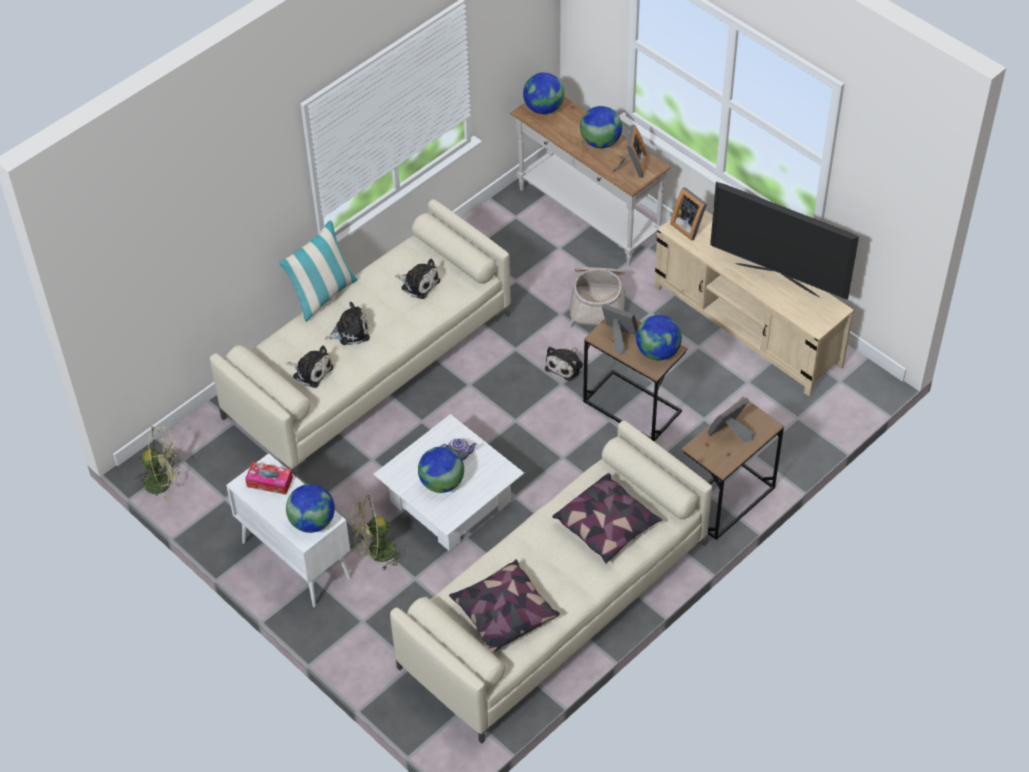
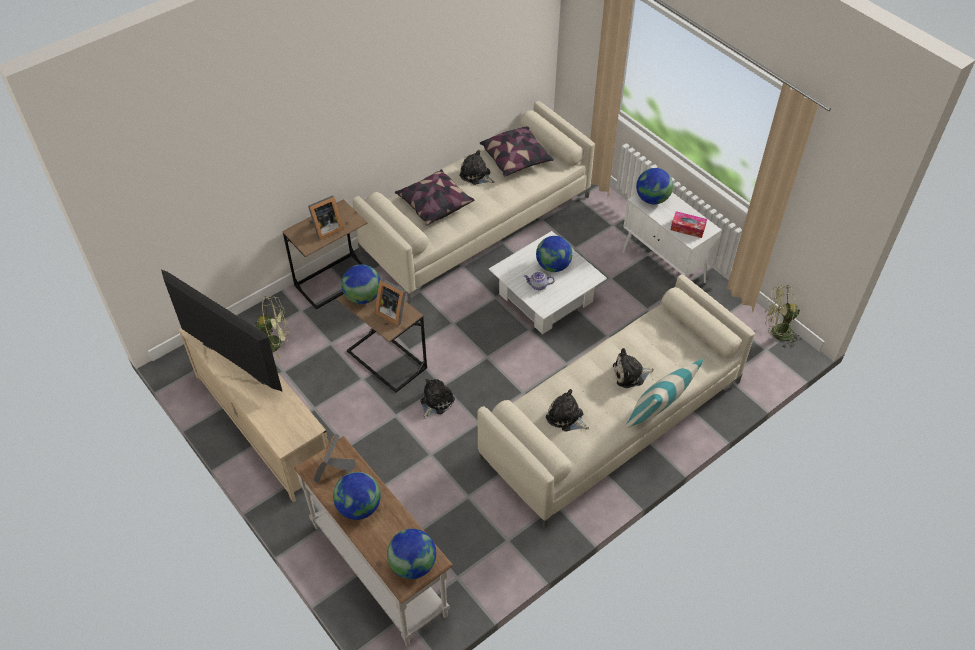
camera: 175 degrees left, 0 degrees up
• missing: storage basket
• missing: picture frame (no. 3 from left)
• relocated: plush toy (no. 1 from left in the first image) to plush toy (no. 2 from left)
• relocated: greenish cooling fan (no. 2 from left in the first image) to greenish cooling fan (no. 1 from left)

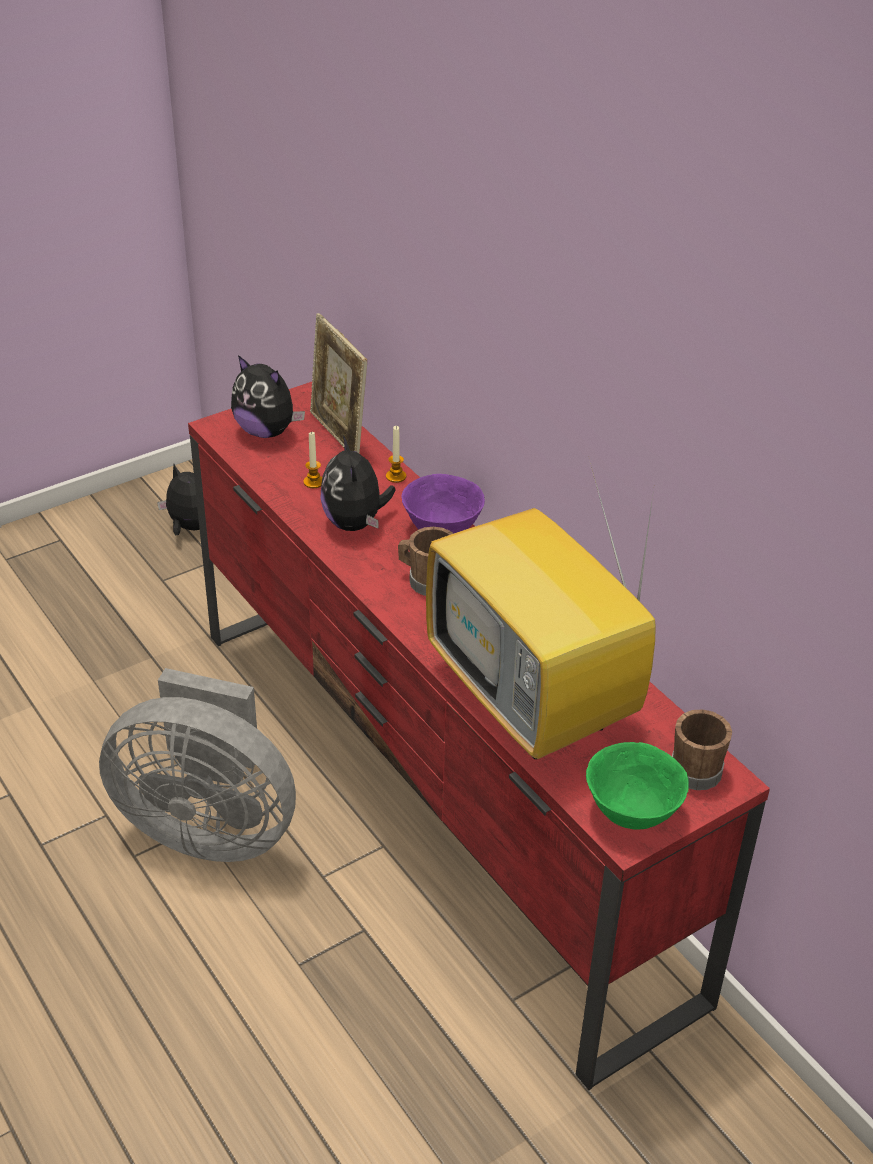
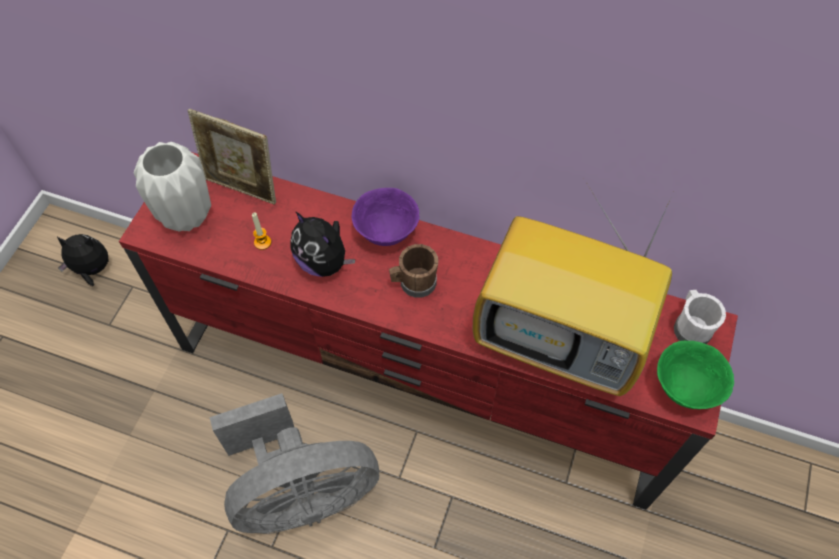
camera: 35 degrees left, 20 degrees up
• missing: wax candle (no. 2 from left)
• exchanged: plush toy (no. 2 from left) to white decorative vase
• colour: brown coffee mug (no. 2 from left) to white coffee mug

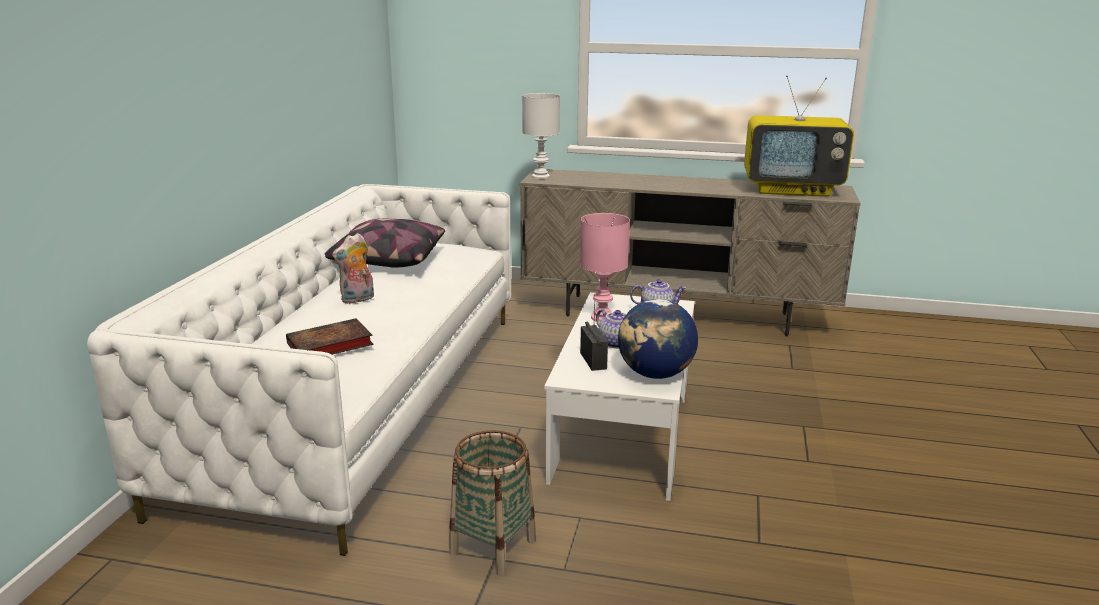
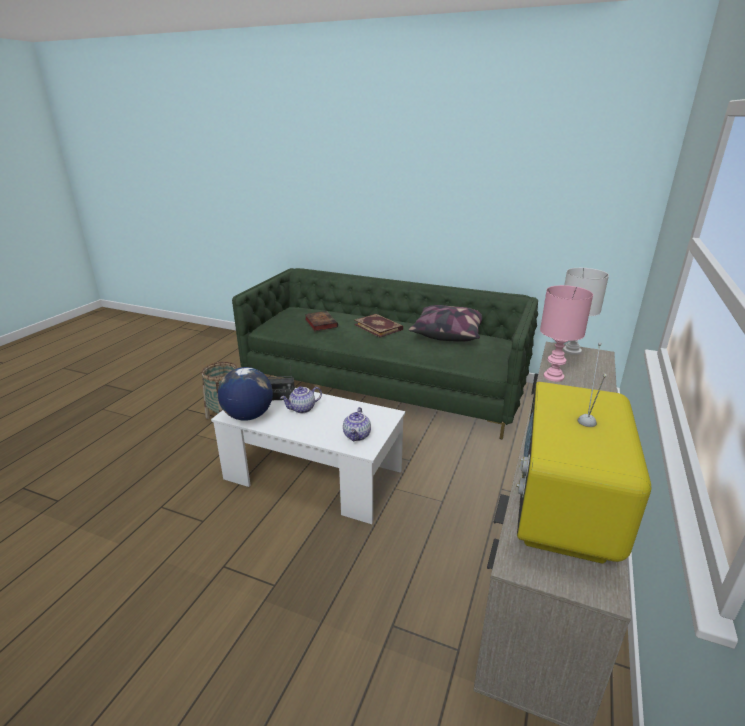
camera: 100 degrees right, 5 degrees up
• relocated: pink-coloured table lamp
• exchanged: plush toy to book (no. 2 from left)
• colour: white settee to greenish settee

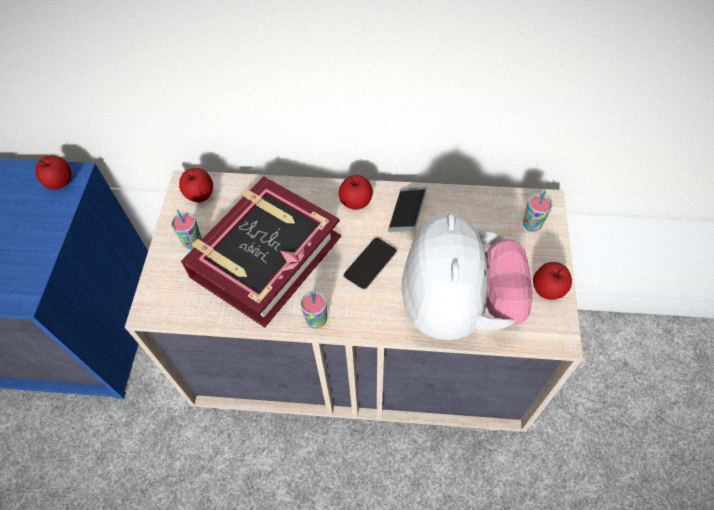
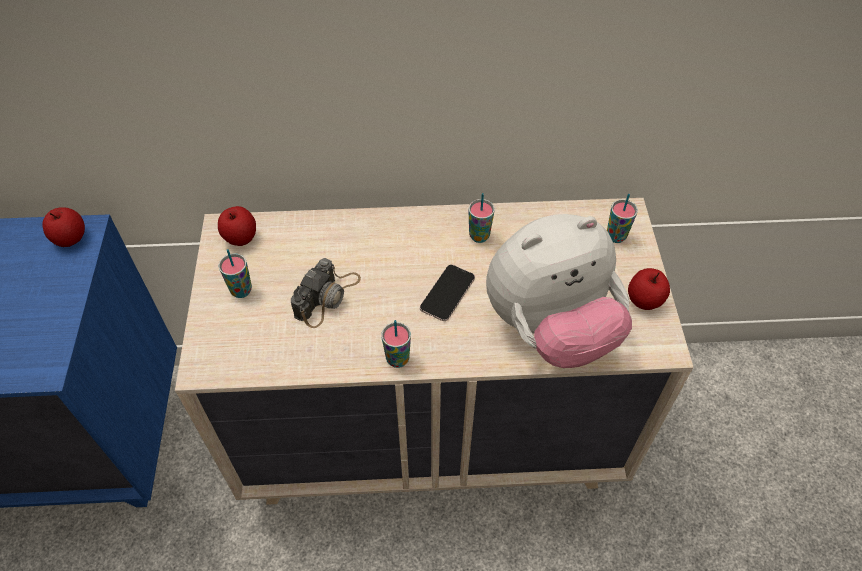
camera: 10 degrees left, 5 degrees down
• missing: apple fruit (no. 3 from left)
• exchanged: book to still camera
• exchanged: handset (no. 2 from left) to cup (no. 3 from left)
• spun: plush toy 75 degrees clockwise

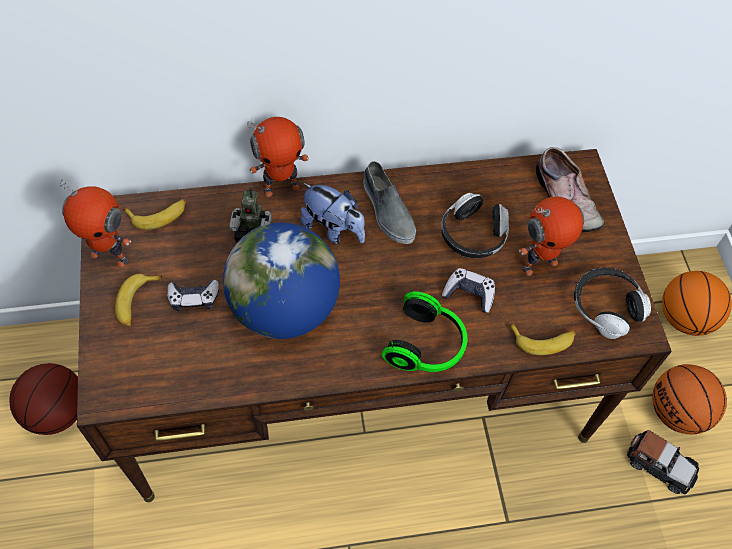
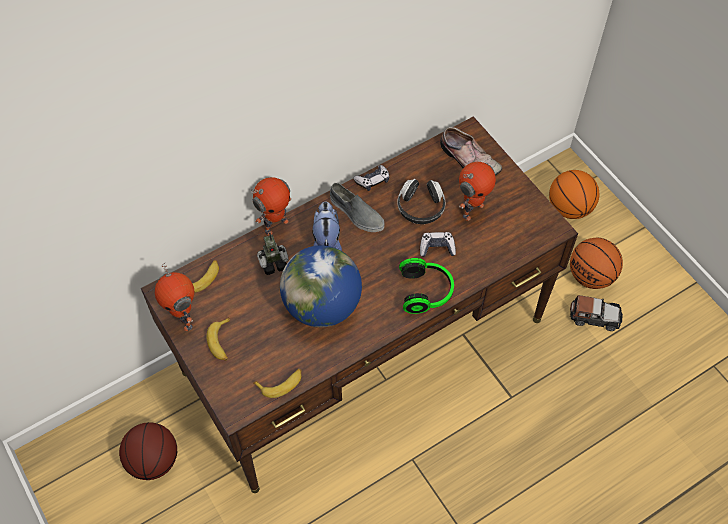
camera: 20 degrees left, 0 degrees up
• missing: headset (no. 3 from left)
• relocated: game controller (no. 1 from left)
• relocated: banana fruit (no. 3 from left)
• spun: robot figure (no. 1 from left) 60 degrees clockwise
• spun: plush toy 105 degrees counterclockwise

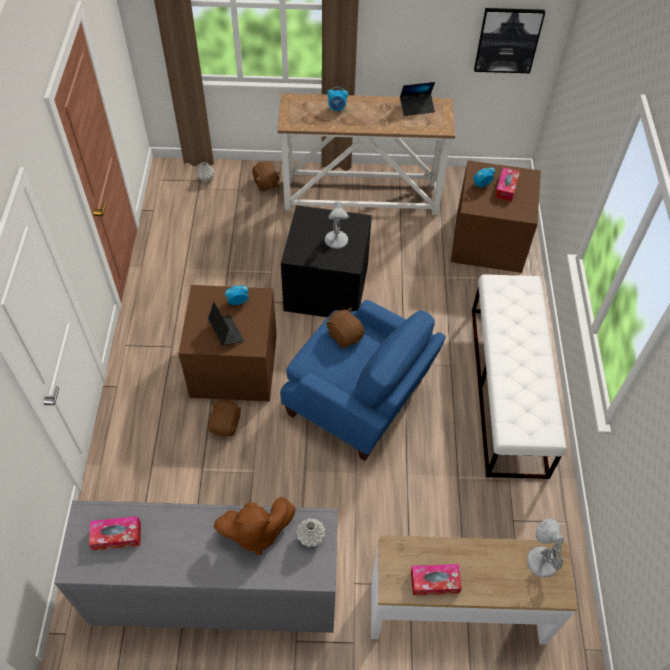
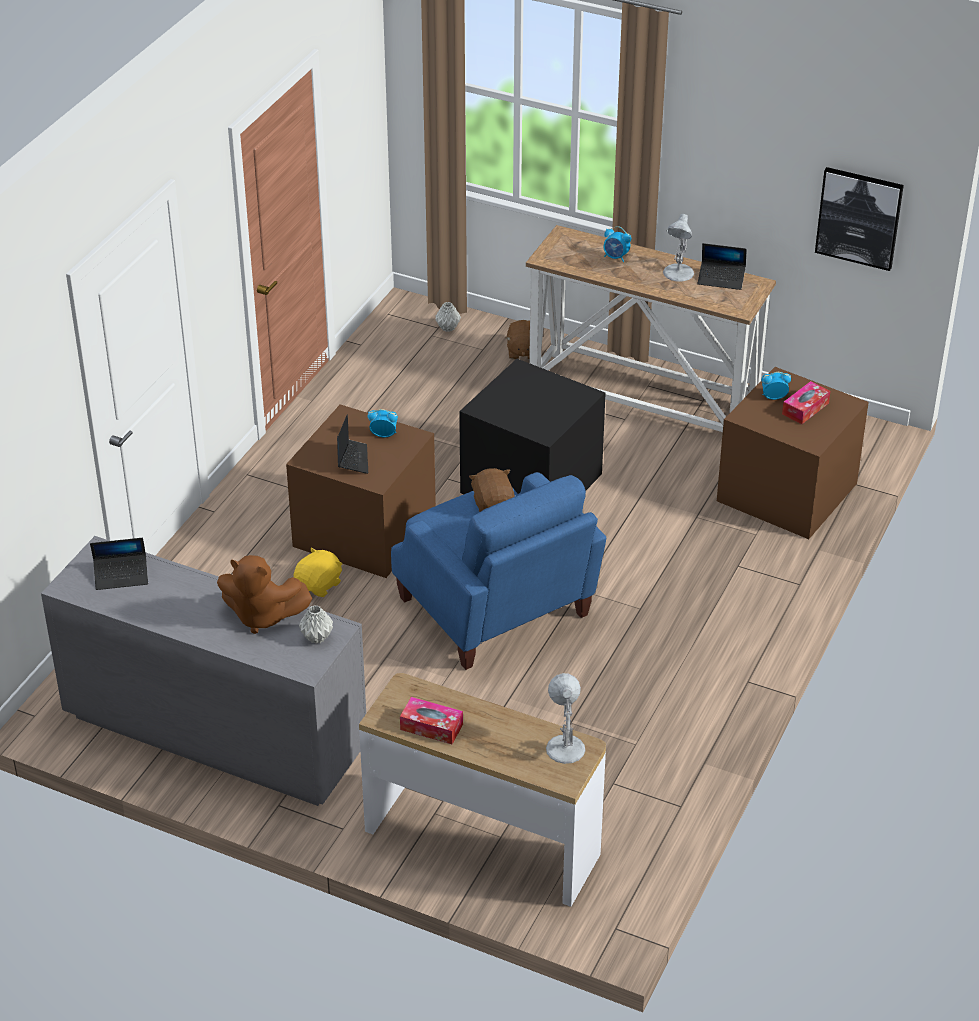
camera: 25 degrees right, 15 degrees down
• missing: white long seat
• relocated: white table lamp (no. 1 from left in the first image) to white table lamp (no. 2 from left)
• exchanged: tissue holder (no. 1 from left) to portable computer (no. 1 from left)
• colour: brown plush toy (no. 1 from left) to yellow plush toy

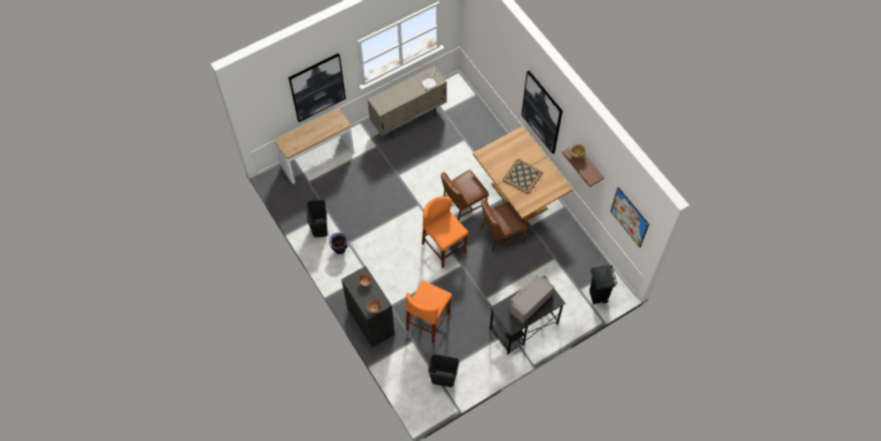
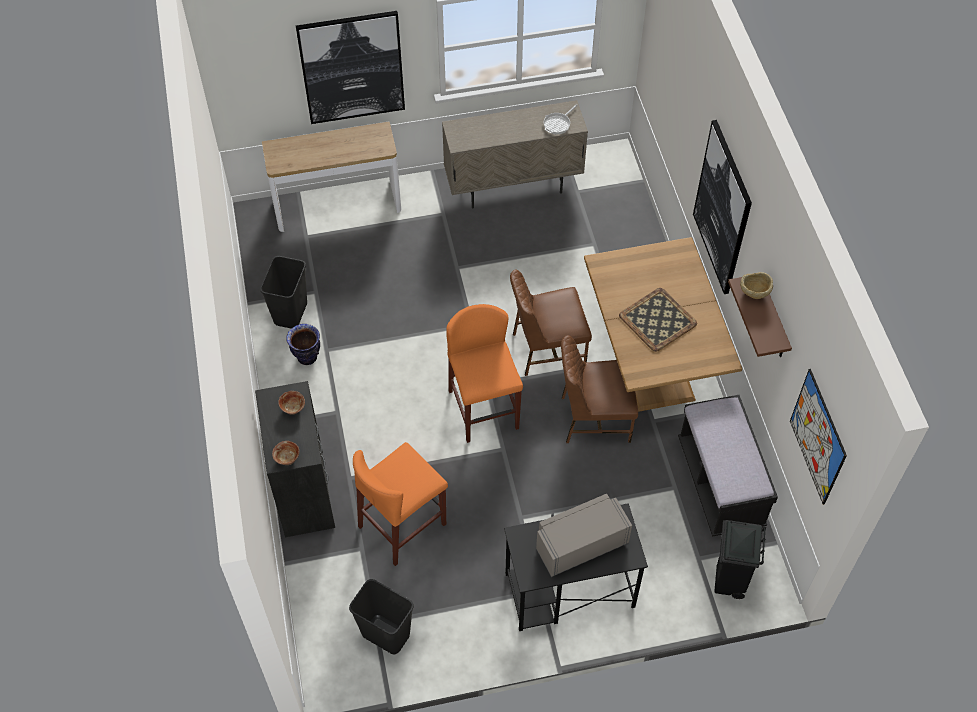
camera: 20 degrees right, 5 degrees down
• appeared: blackish long seat

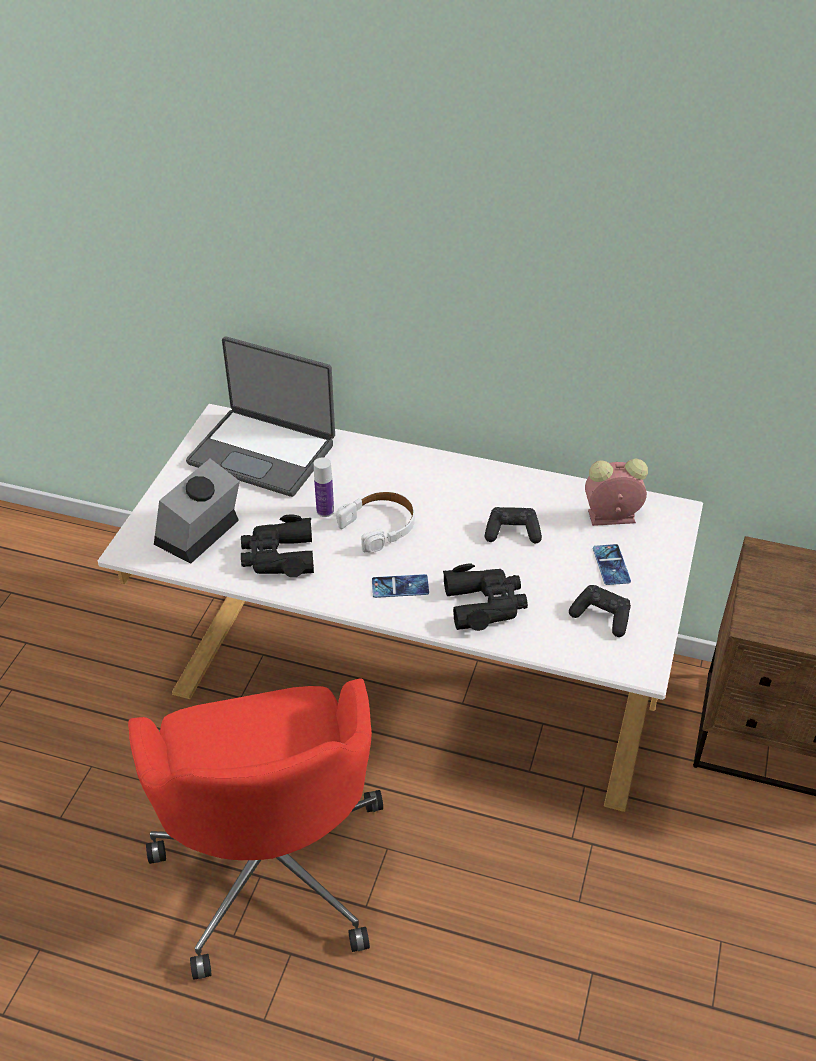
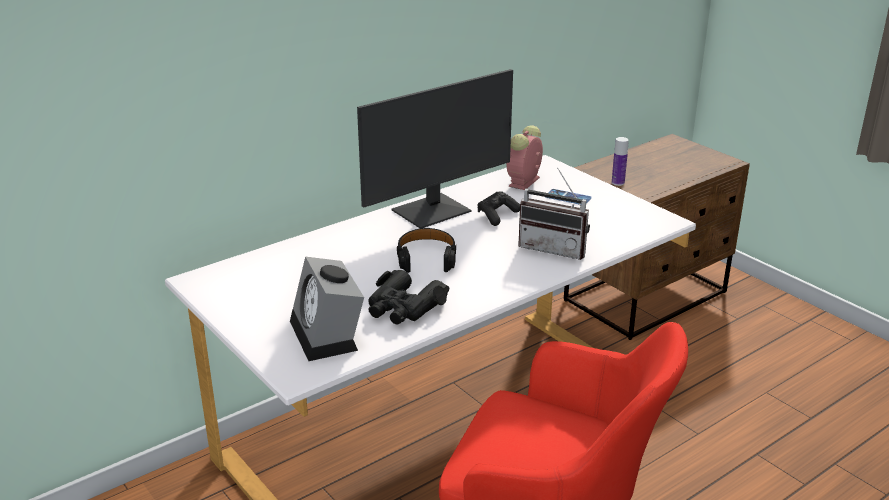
camera: 55 degrees left, 15 degrees down
• missing: portable computer
• missing: handset (no. 1 from left)
• missing: blackish game controller (no. 2 from left)
• appeared: computer display
• relocated: beverage bottle
• exchanged: blackish binoculars (no. 2 from left) to radio
• colour: white headset to blackish headset

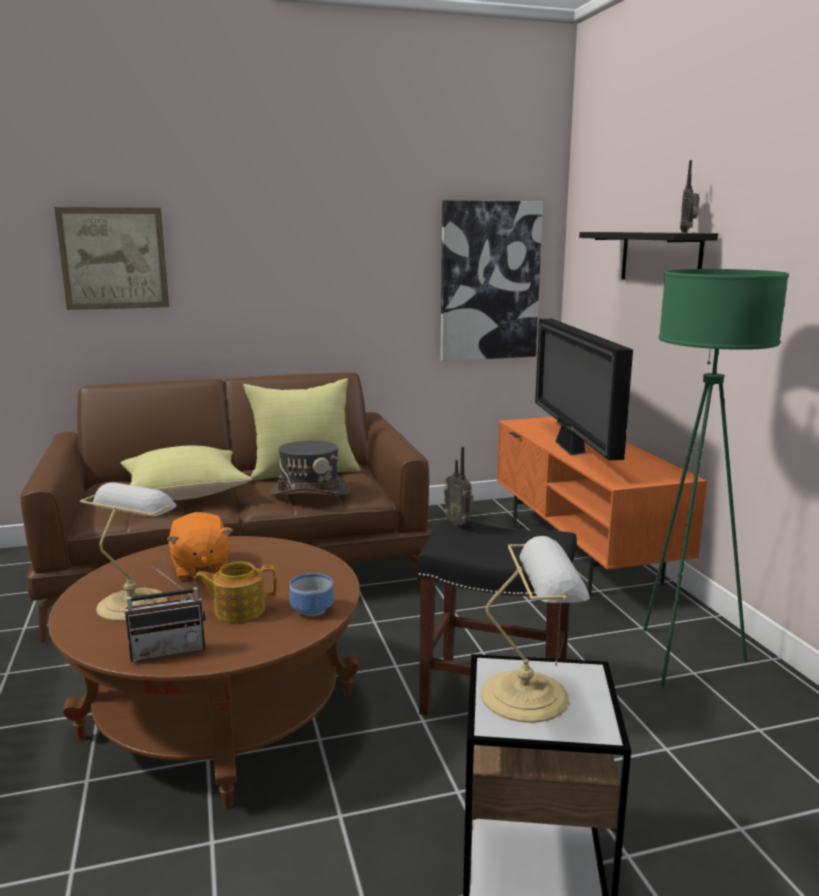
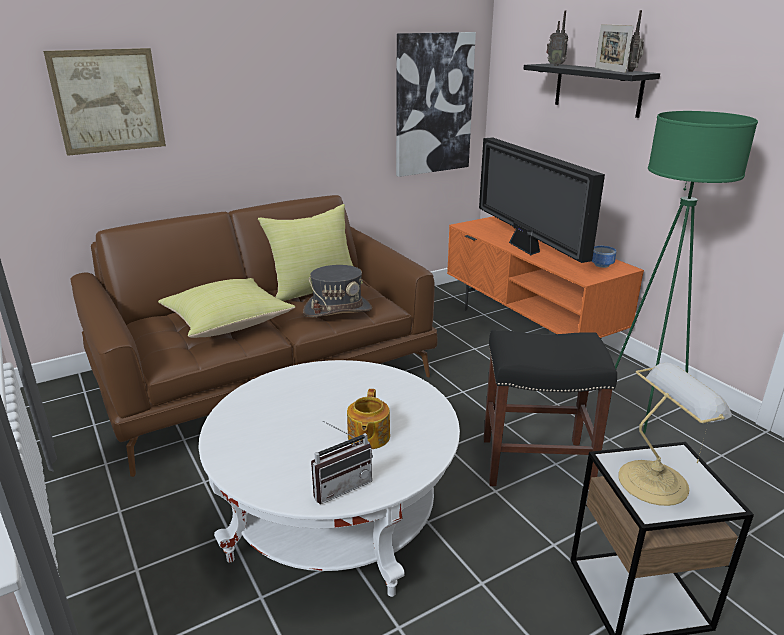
camera: 15 degrees left, 10 degrees up
• missing: table lamp (no. 1 from left)
• missing: orange plush toy
• appeared: picture frame
• relocated: serving bowl
• relocated: radio (no. 2 from left)
• colour: brown lounge table to white lounge table
• spun: teapot 60 degrees counterclockwise

